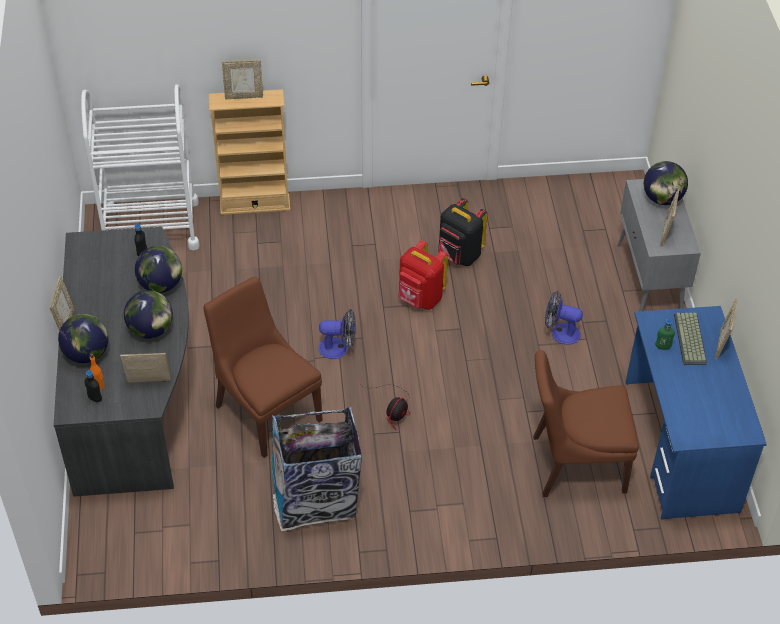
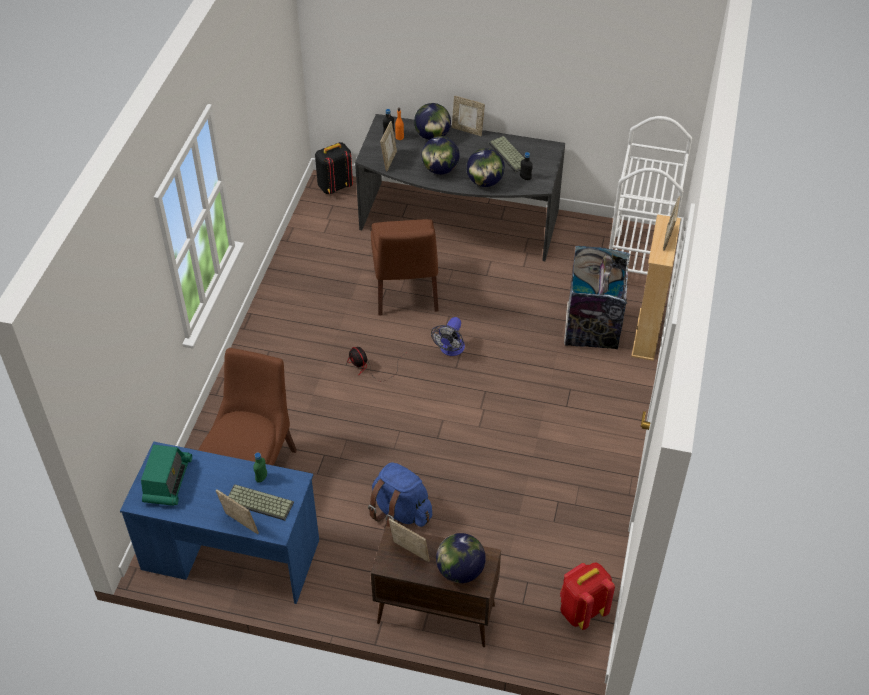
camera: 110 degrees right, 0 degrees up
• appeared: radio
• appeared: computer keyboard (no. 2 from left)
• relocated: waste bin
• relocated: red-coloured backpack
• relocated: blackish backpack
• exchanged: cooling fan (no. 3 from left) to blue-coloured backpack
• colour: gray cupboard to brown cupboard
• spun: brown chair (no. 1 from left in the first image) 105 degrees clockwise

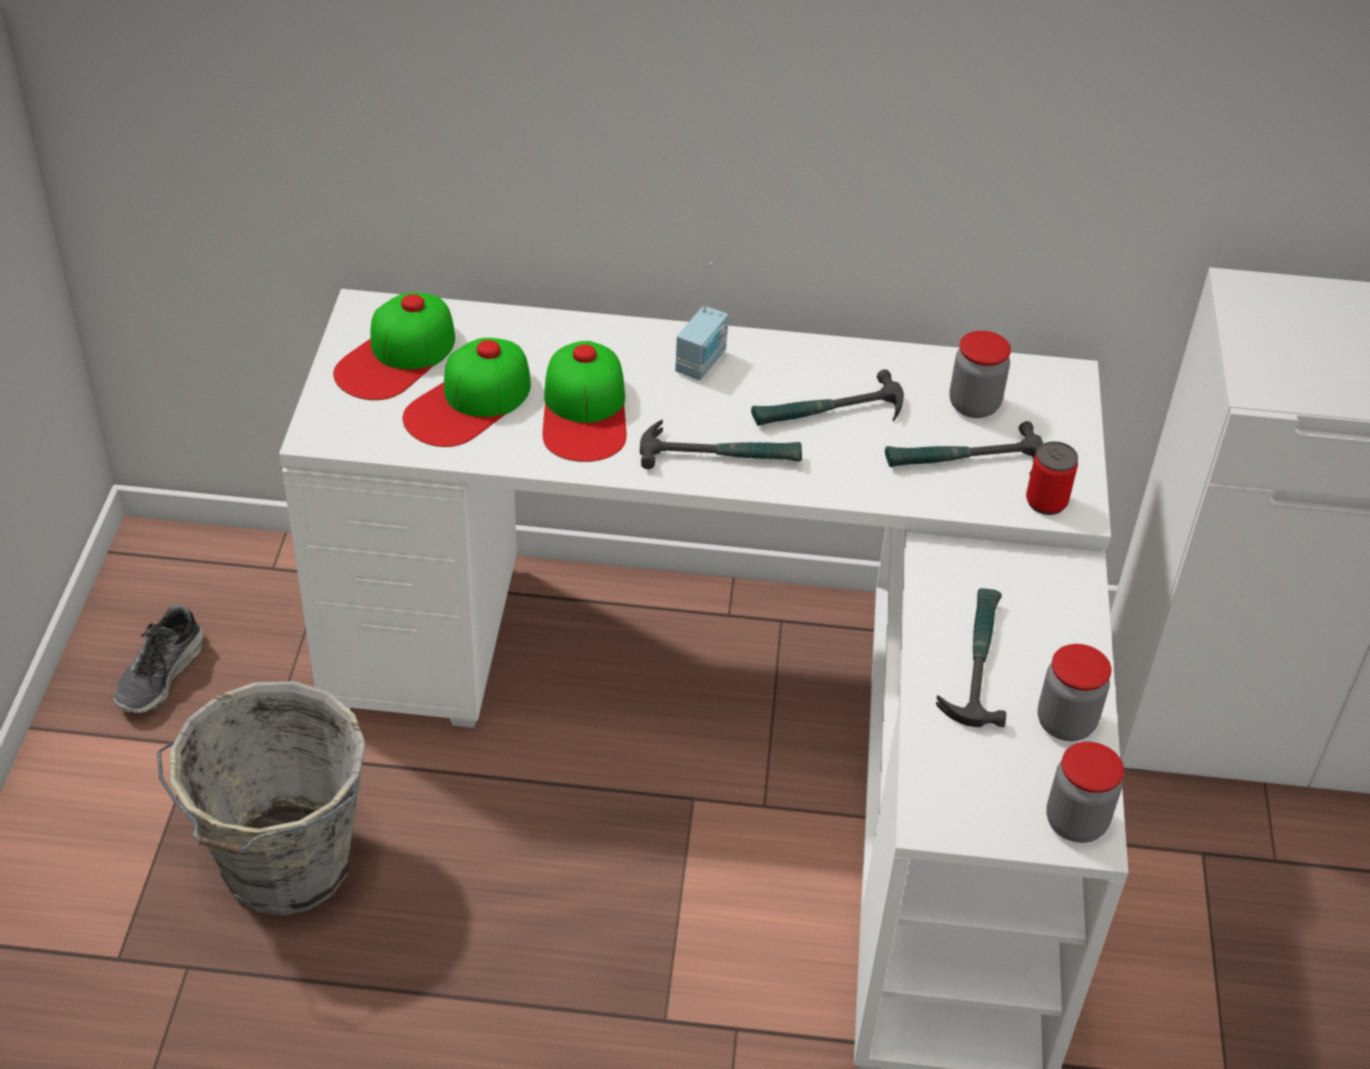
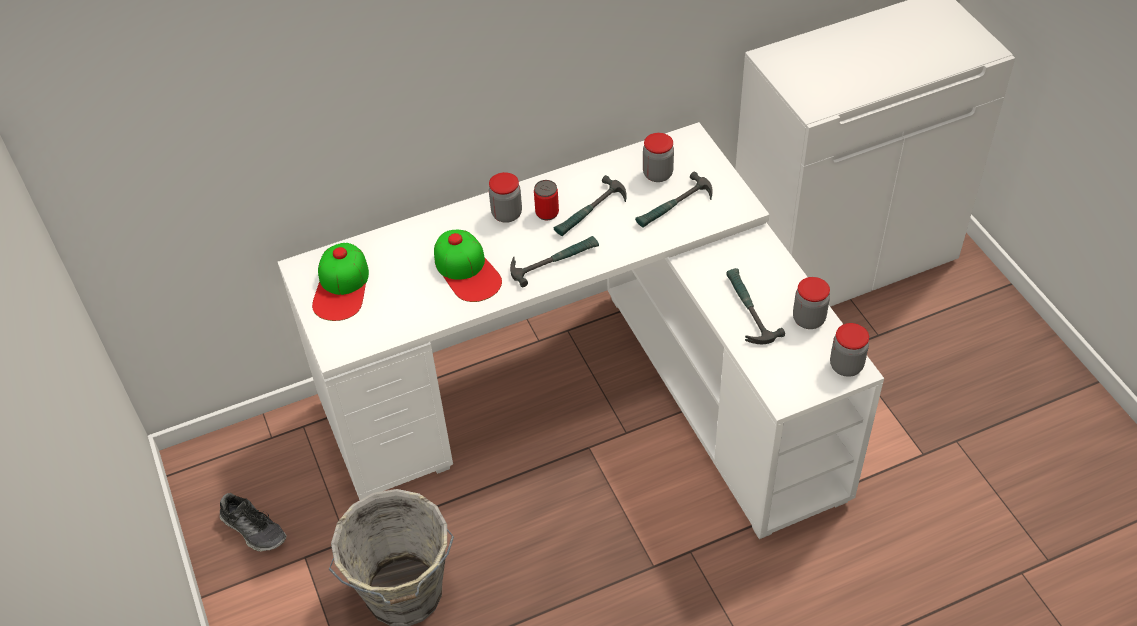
camera: 25 degrees left, 5 degrees up
• missing: peaked cap (no. 2 from left)
• relocated: can
• exchanged: radio to jar (no. 1 from left)
• spun: shoe 45 degrees counterclockwise

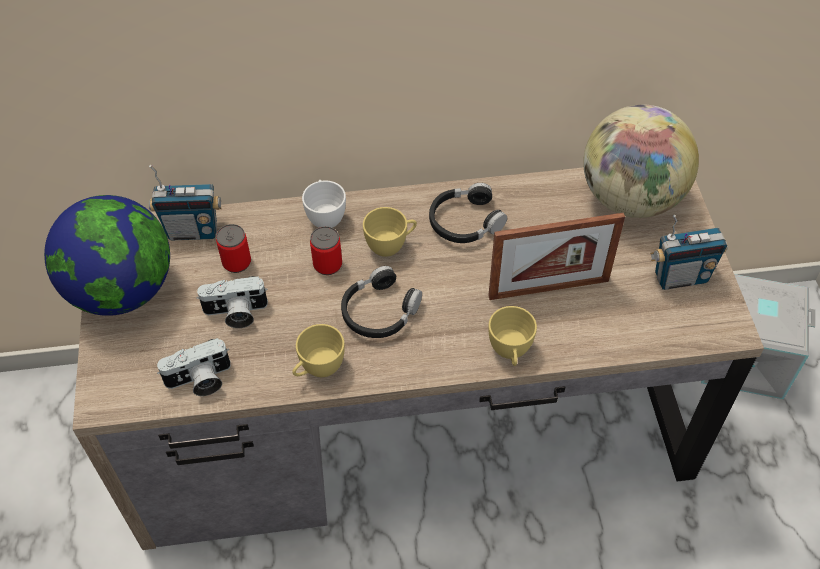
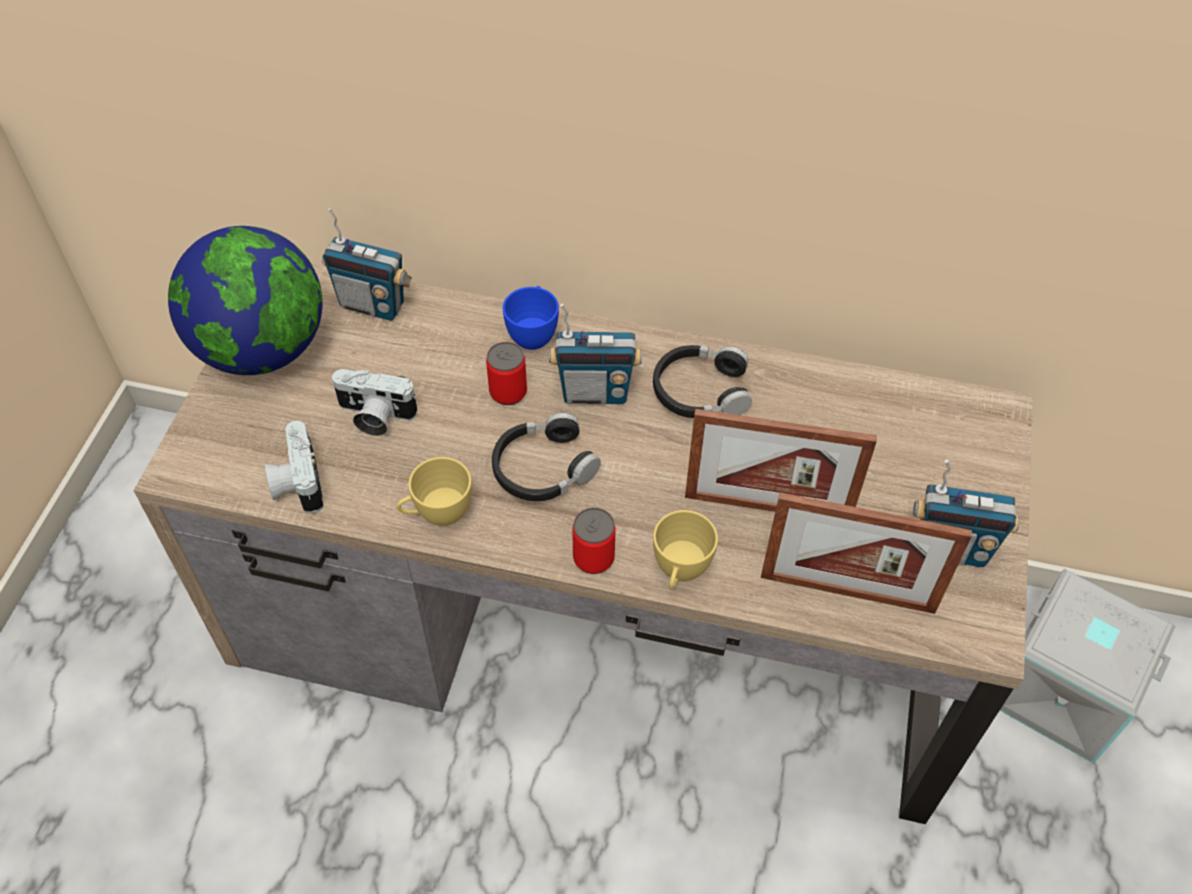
camera: 20 degrees right, 0 degrees up
• missing: world globe (no. 2 from left)
• appeared: picture frame (no. 2 from left)
• relocated: can (no. 1 from left in the first image) to can (no. 2 from left)
• exchanged: yellow cup (no. 2 from left) to radio (no. 2 from left)
• colour: white cup to blue-coloured cup
• spun: still camera (no. 1 from left) 75 degrees clockwise

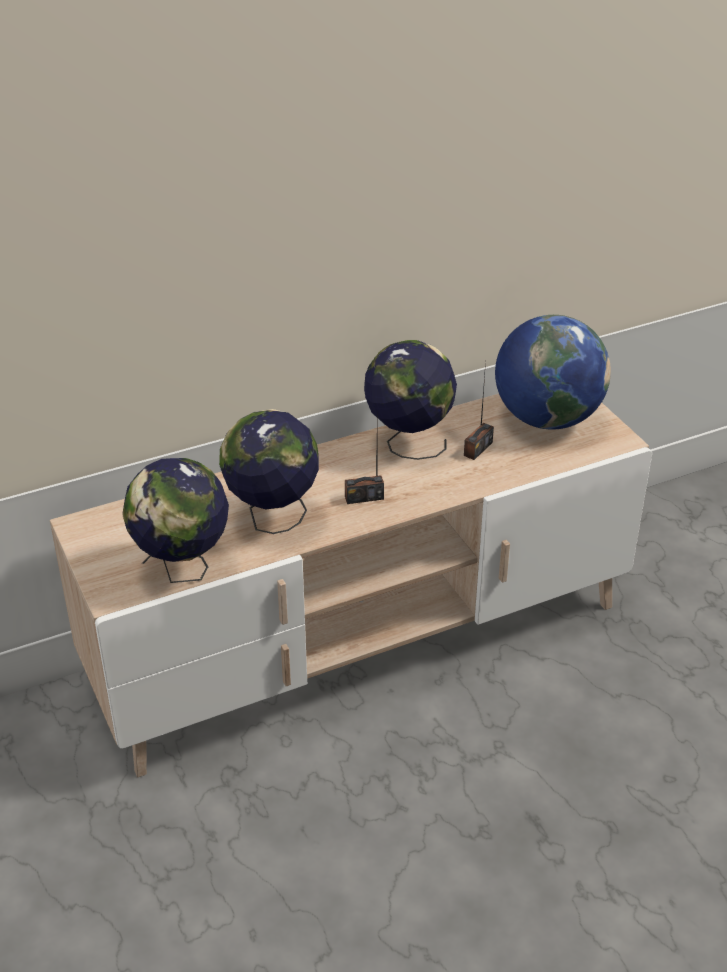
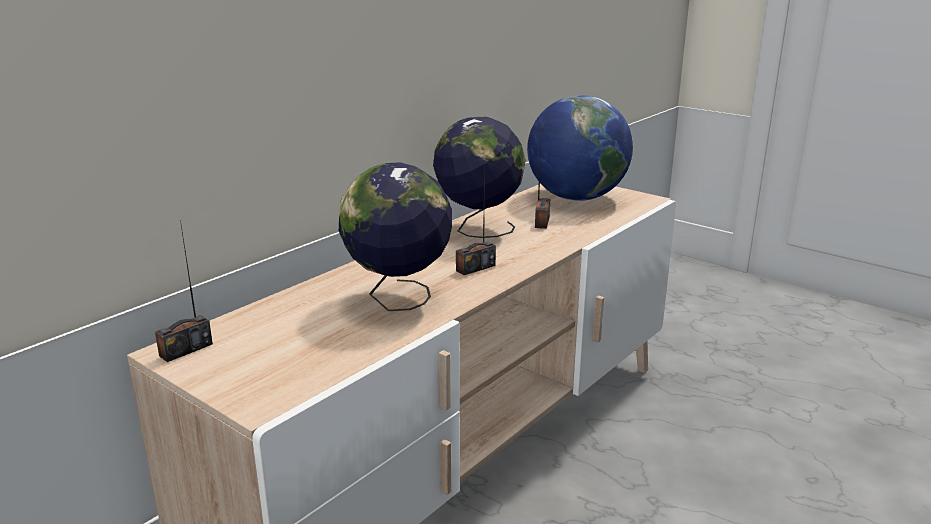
camera: 25 degrees left, 15 degrees down
• missing: world globe (no. 1 from left)
• appeared: radio (no. 1 from left)

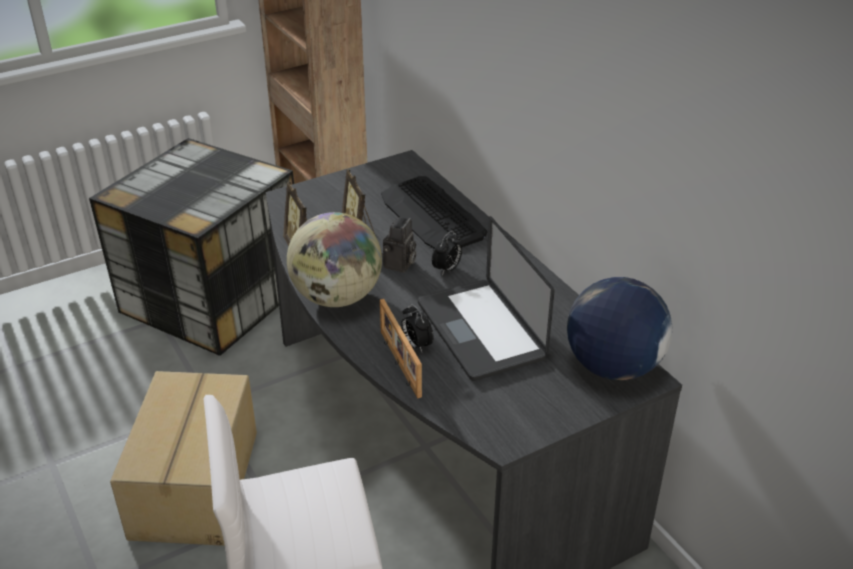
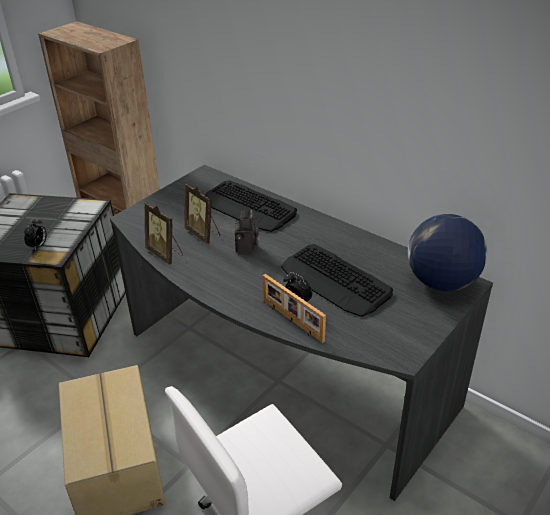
camera: 20 degrees left, 0 degrees up
• missing: world globe (no. 1 from left)
• relocated: alarm clock (no. 2 from left in the first image) to alarm clock (no. 1 from left)
• exchanged: portable computer to computer keyboard (no. 2 from left)

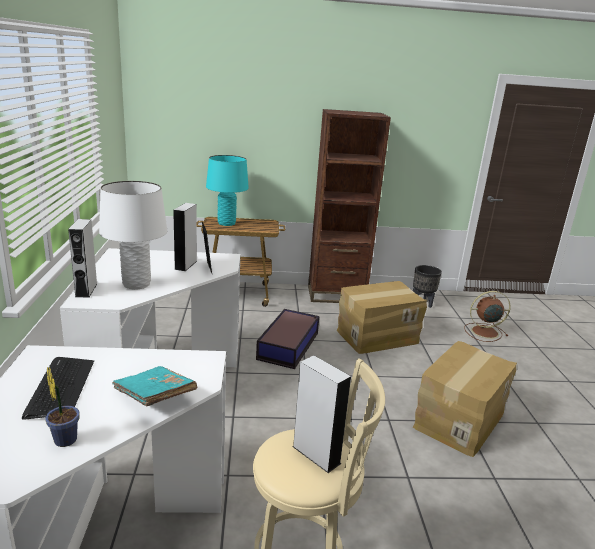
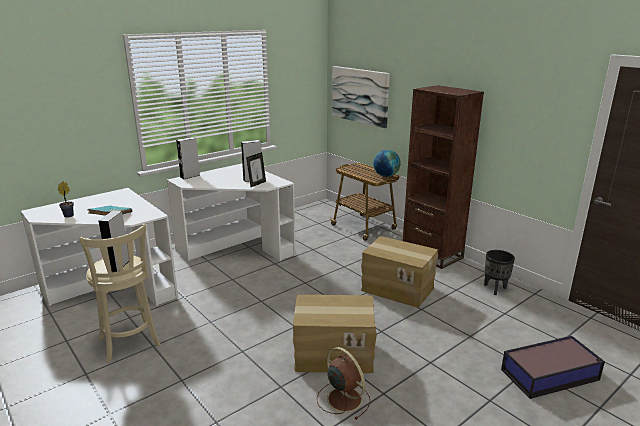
camera: 55 degrees right, 0 degrees up
• missing: computer keyboard
• missing: white table lamp
• missing: turquoise-coloured table lamp
• appeared: picture
• appeared: world globe
• relocated: storage bin
• relocated: brown cooling fan

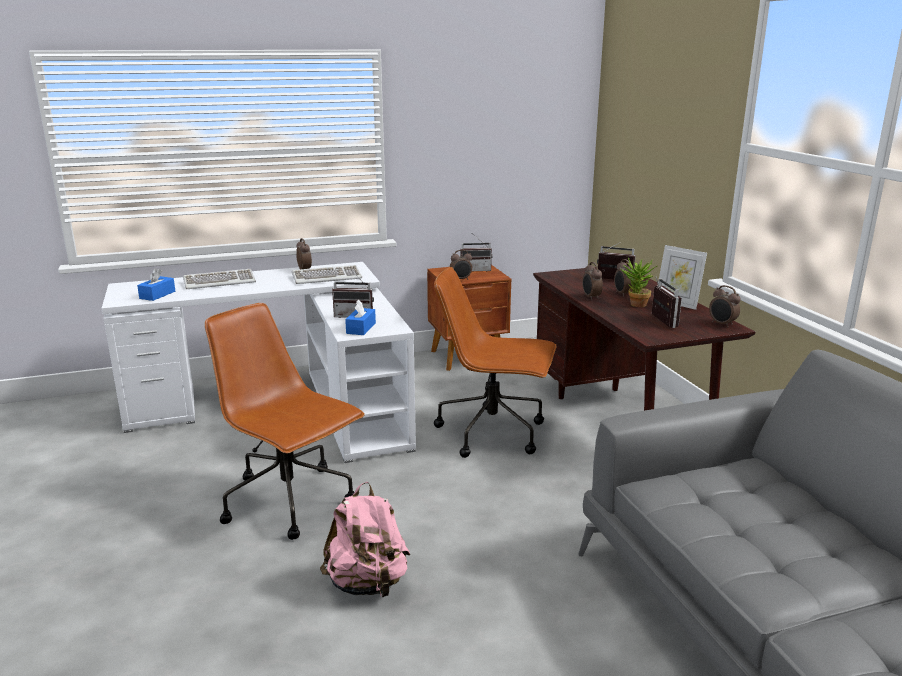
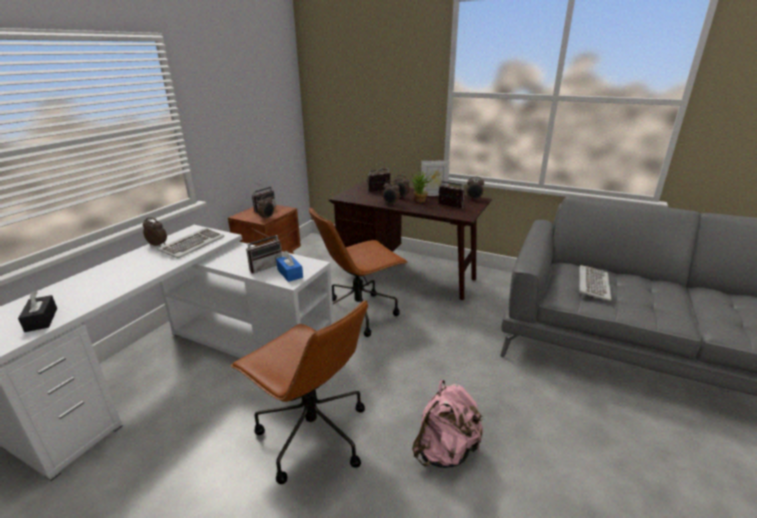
camera: 45 degrees left, 5 degrees up
• relocated: computer keyboard (no. 1 from left in the first image) to computer keyboard (no. 2 from left)
• colour: blue-coloured tissue holder (no. 1 from left) to blackish tissue holder
• spun: brown office chair (no. 1 from left) 135 degrees counterclockwise

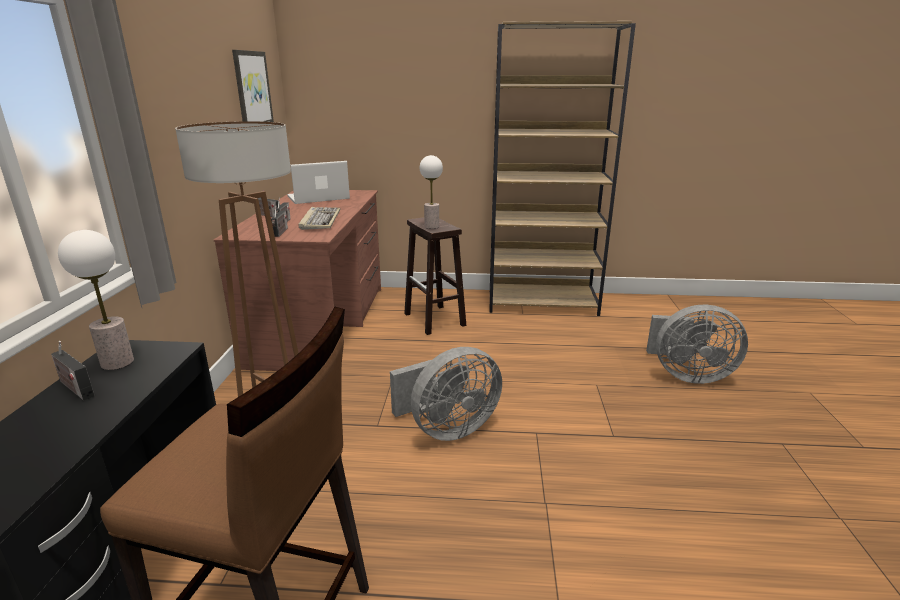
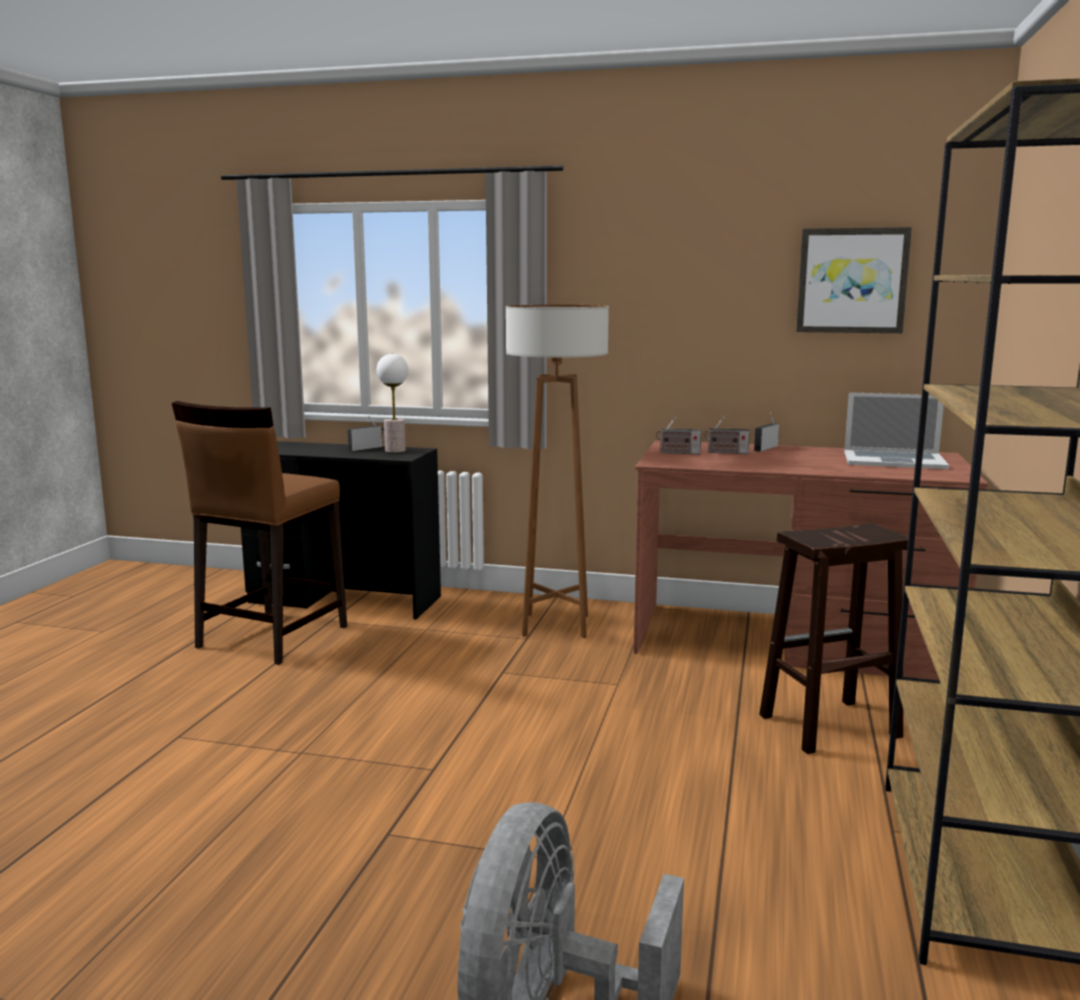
camera: 100 degrees right, 10 degrees down
• missing: computer keyboard
• missing: gray cooling fan (no. 1 from left)
• missing: table lamp (no. 2 from left)
• spun: portable computer 120 degrees clockwise

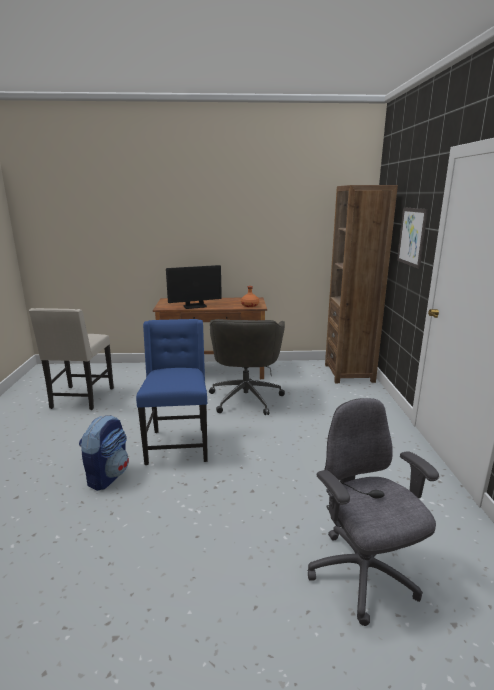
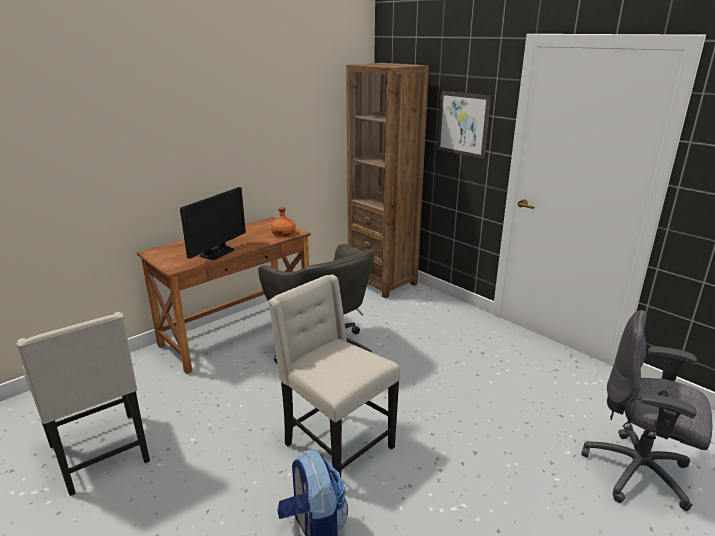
camera: 40 degrees left, 5 degrees up
• colour: blue-coloured chair to beige chair (no. 2 from left)

